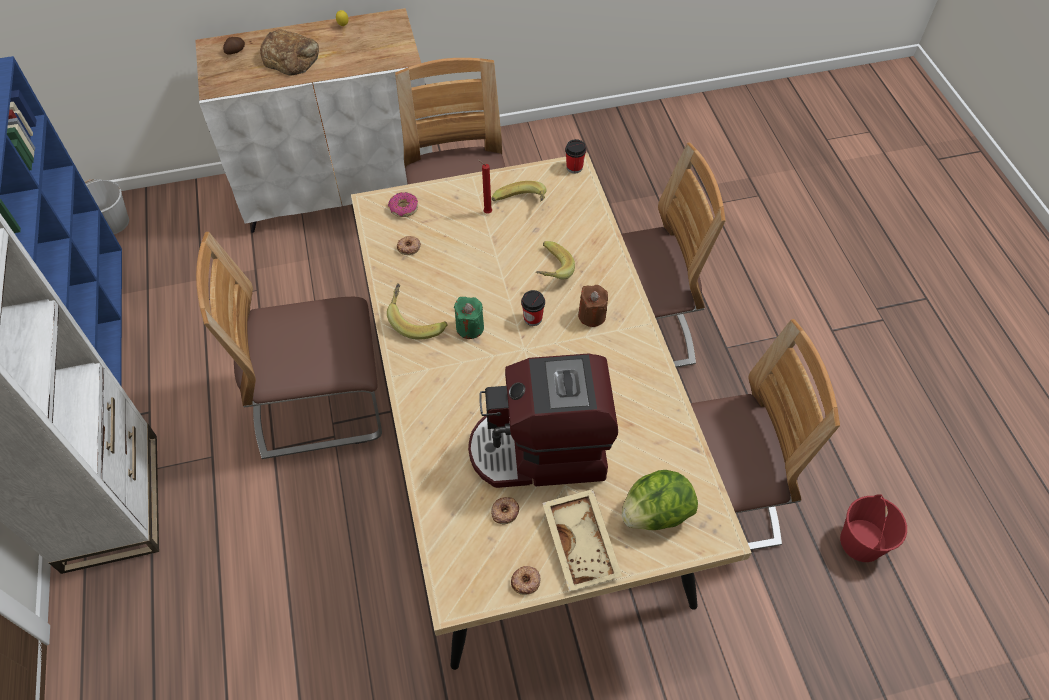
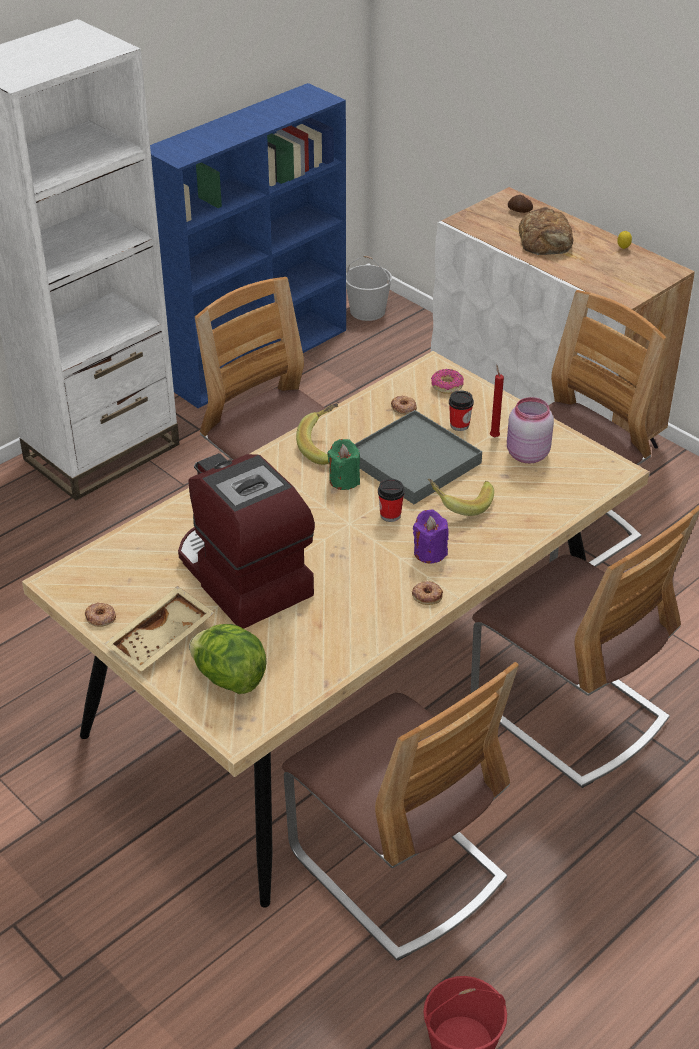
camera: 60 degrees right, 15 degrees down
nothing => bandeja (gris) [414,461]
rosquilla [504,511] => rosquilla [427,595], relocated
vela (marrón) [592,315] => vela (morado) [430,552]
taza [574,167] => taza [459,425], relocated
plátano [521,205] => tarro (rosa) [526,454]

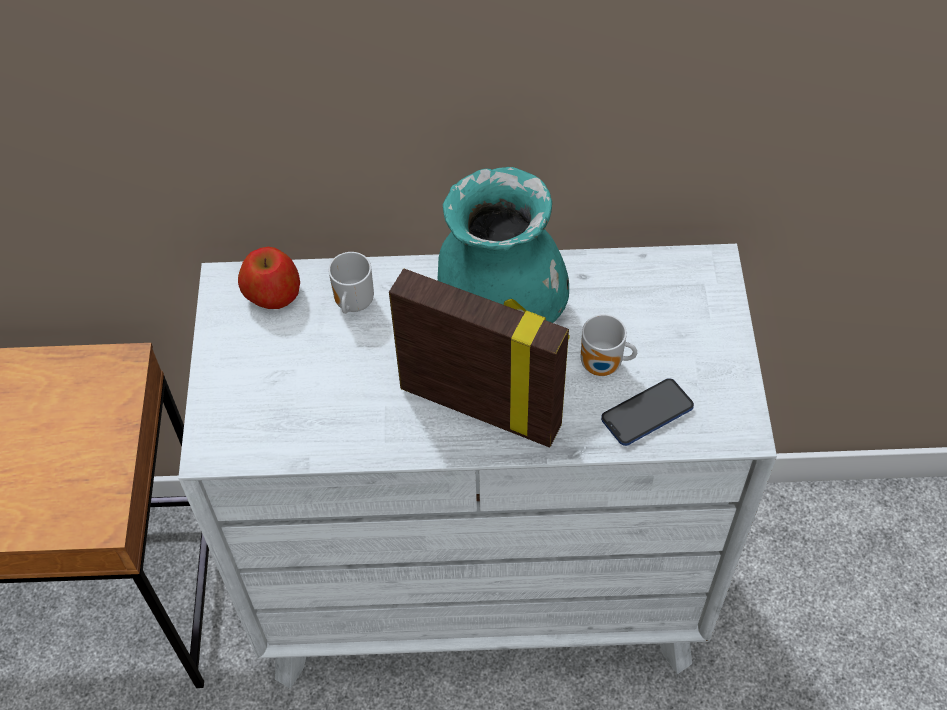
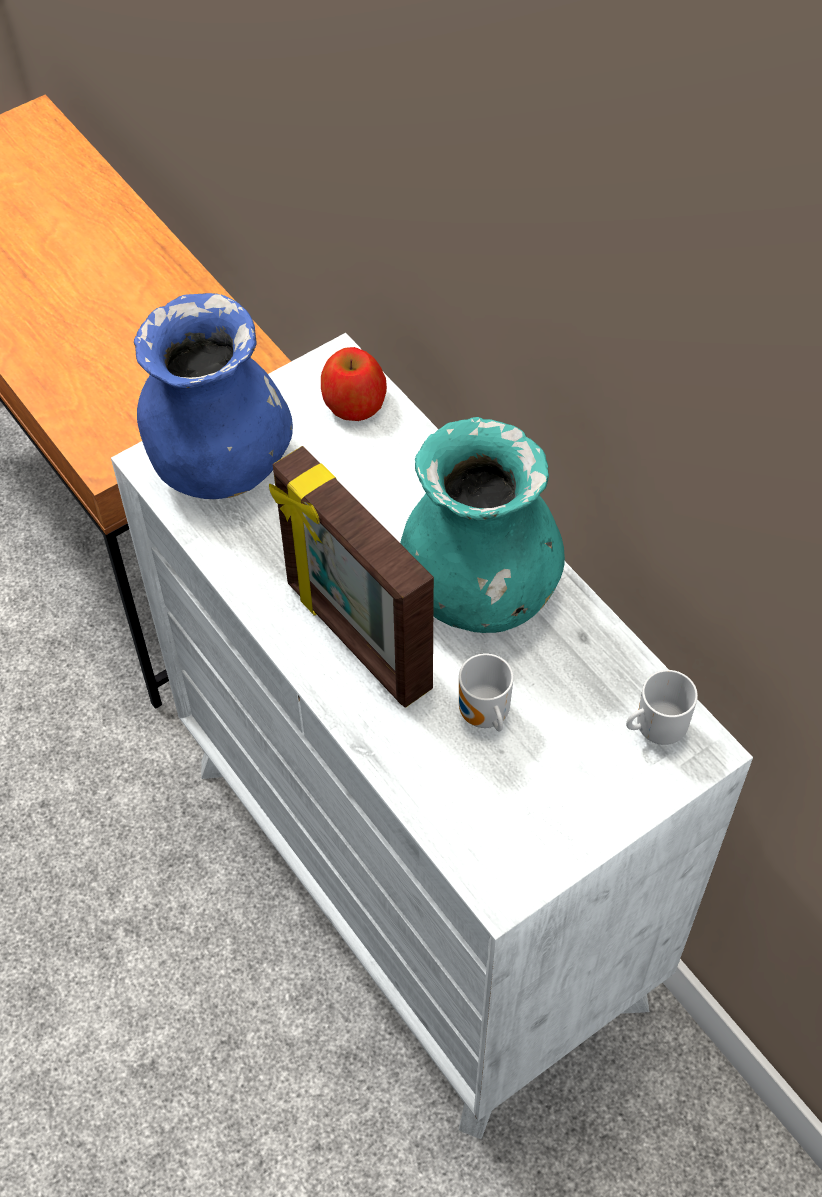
camera: 55 degrees right, 0 degrees up
nothing => florero (azul) [219,464]
portarretratos [481,405] => portarretratos [355,637], 150 degrees clockwise
taza grande [352,304] => taza grande [655,728], relocated
móvil [647,413] => nothing

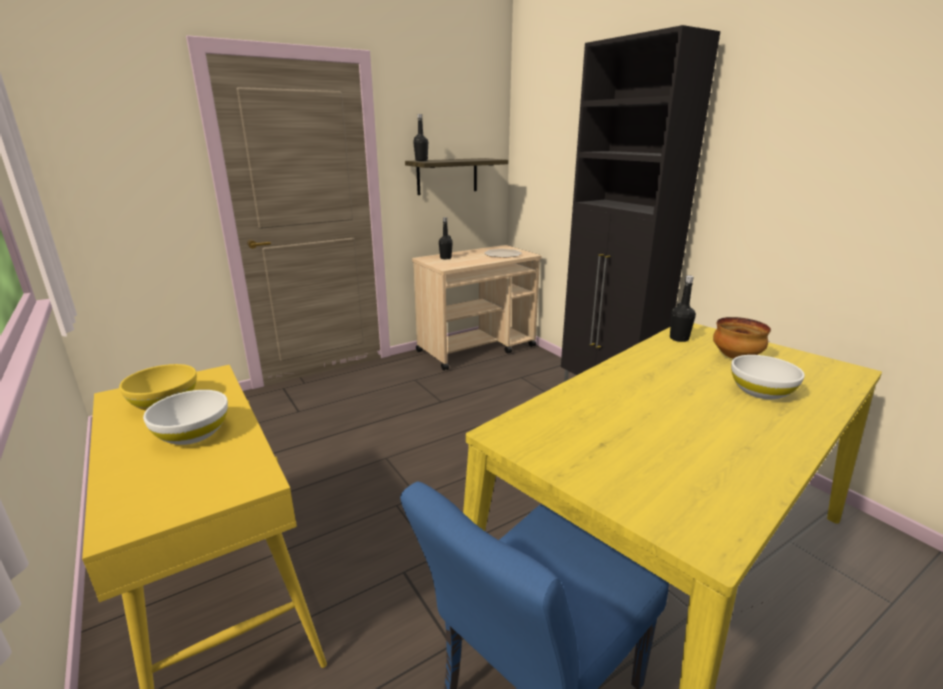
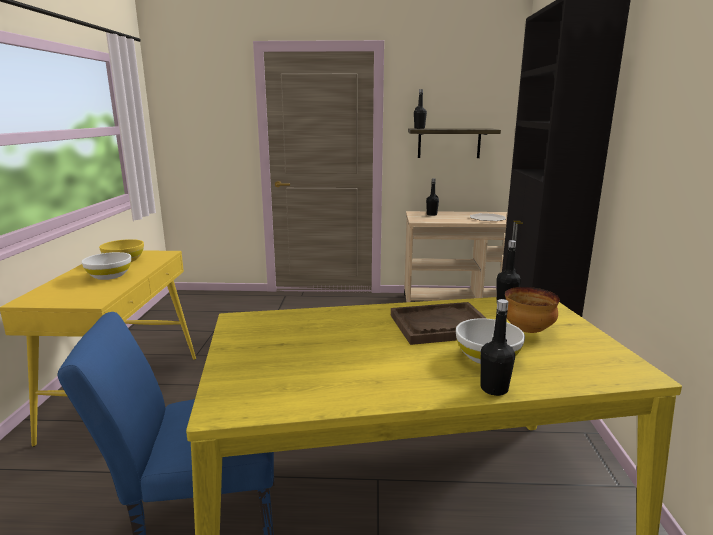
camera: 35 degrees right, 5 degrees down
nothing => bandeja (marrón) [441,325]
nothing => botella (negro) [494,389]

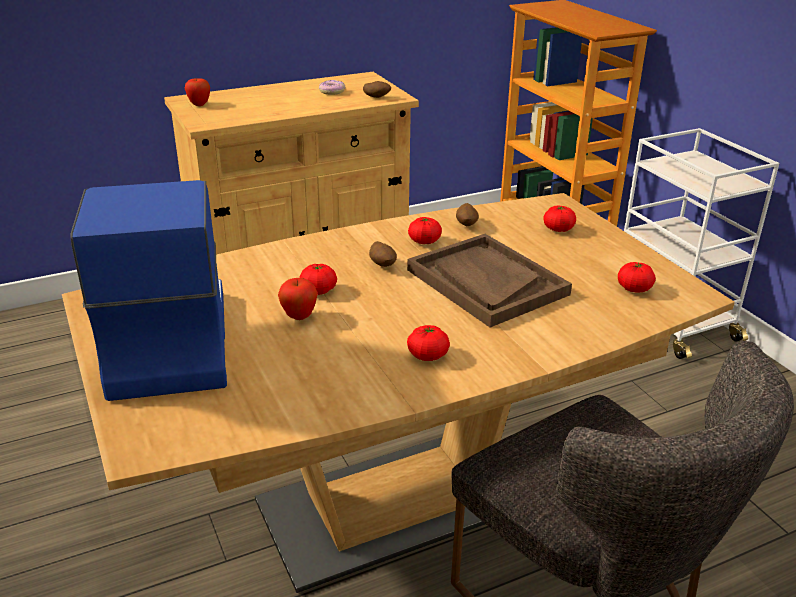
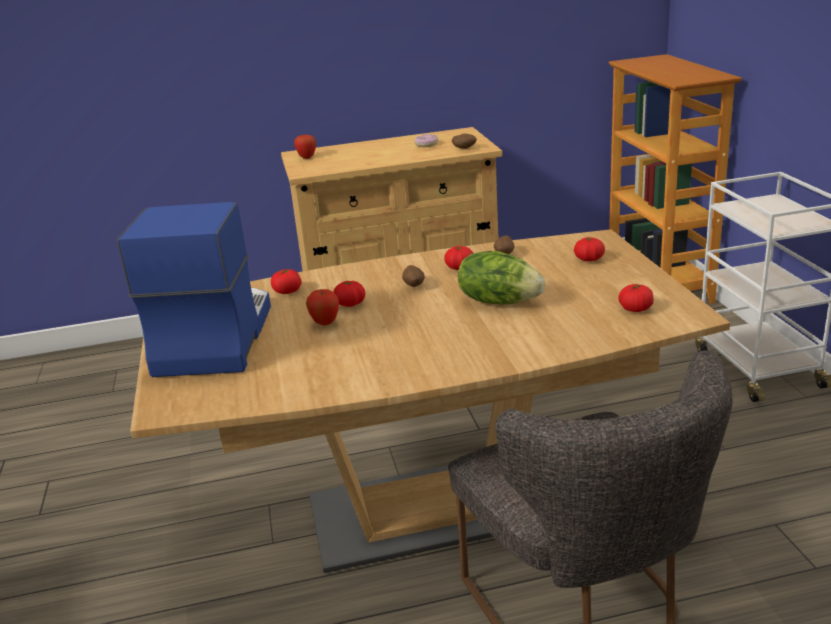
camera: 15 degrees right, 5 degrees down
tomate [427,355] => tomate [287,291], relocated
bandeja (marrón) [486,282] => lechuga [499,301]

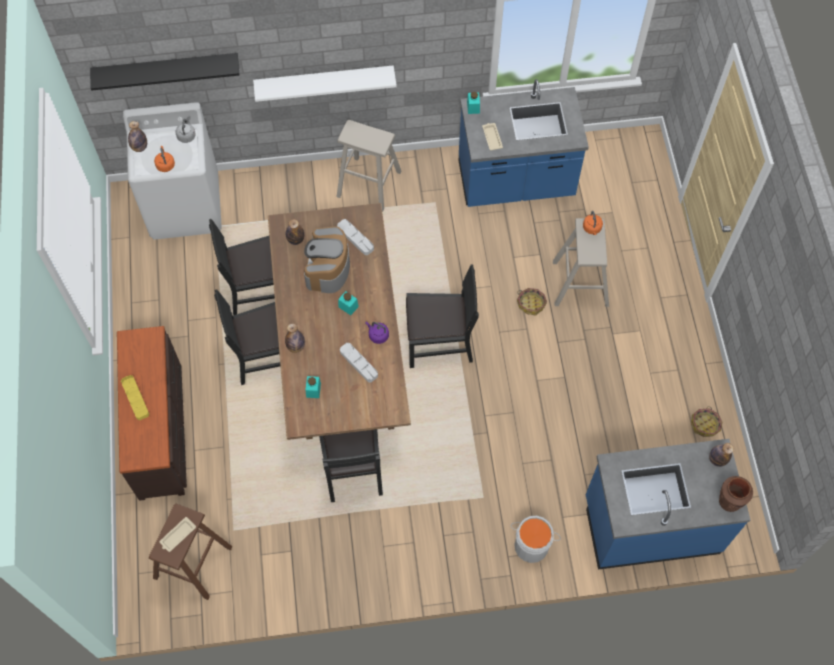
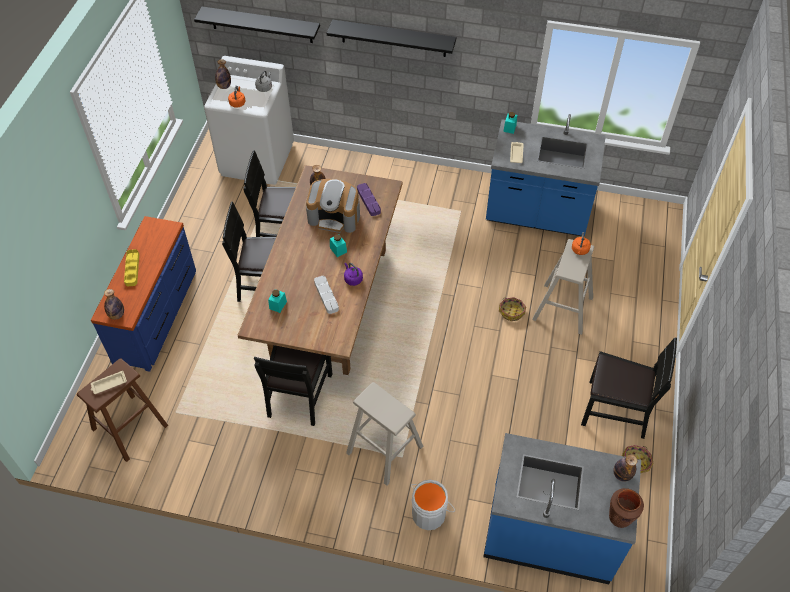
camera: 20 degrees right, 10 degrees down
cómoda (marrón) [161,429] => cómoda (azul) [157,315]
botella [296,347] => botella [117,315], relocated
cafetera [328,268] => cafetera [335,217], 105 degrees counterclockwise
nothing => estante (negro) [393,38]
taburete (beis) [368,184] => taburete (beis) [384,449], relocated
bandeja (gris) [355,238] => bandeja (morado) [368,201]
silla (negro) [439,341] => silla (negro) [615,410], relocated
estante (blanco) [324,81] => nothing

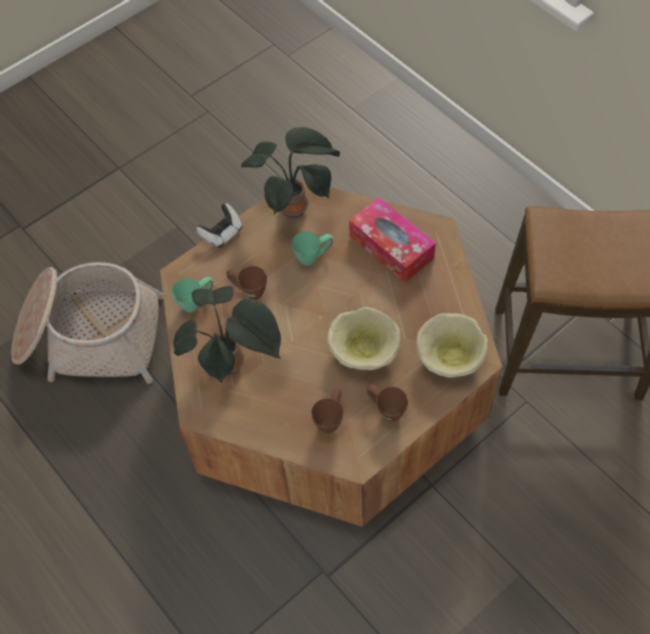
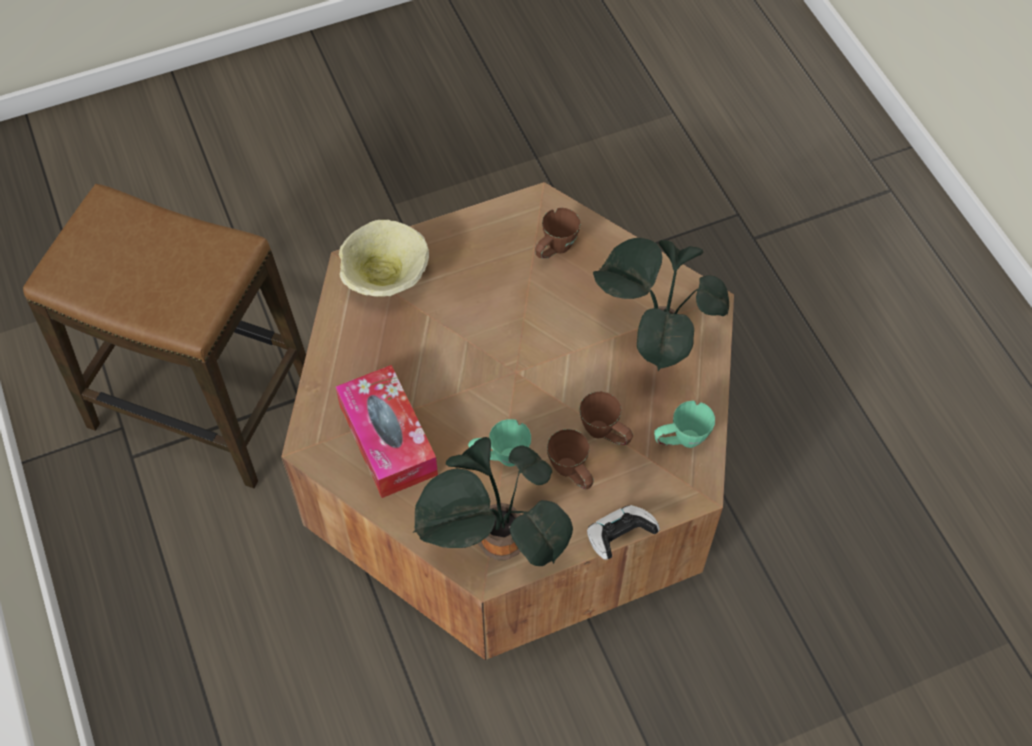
camera: 165 degrees left, 0 degrees up
taza grande (marrón) [385,410] => taza grande (marrón) [572,475], relocated
cesta [89,336] => nothing
cuenco (beis) [362,351] => nothing

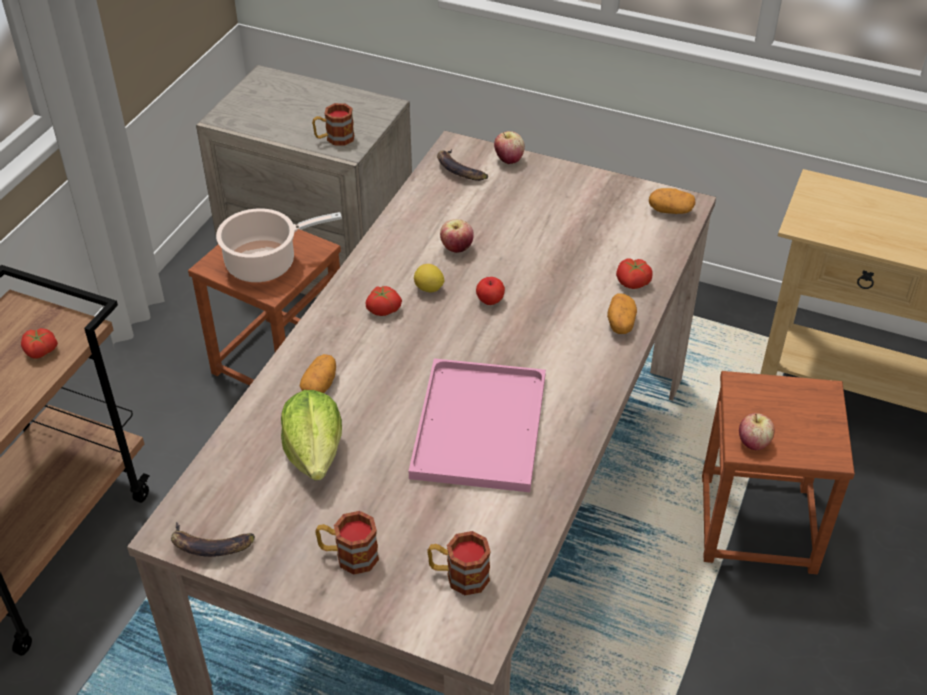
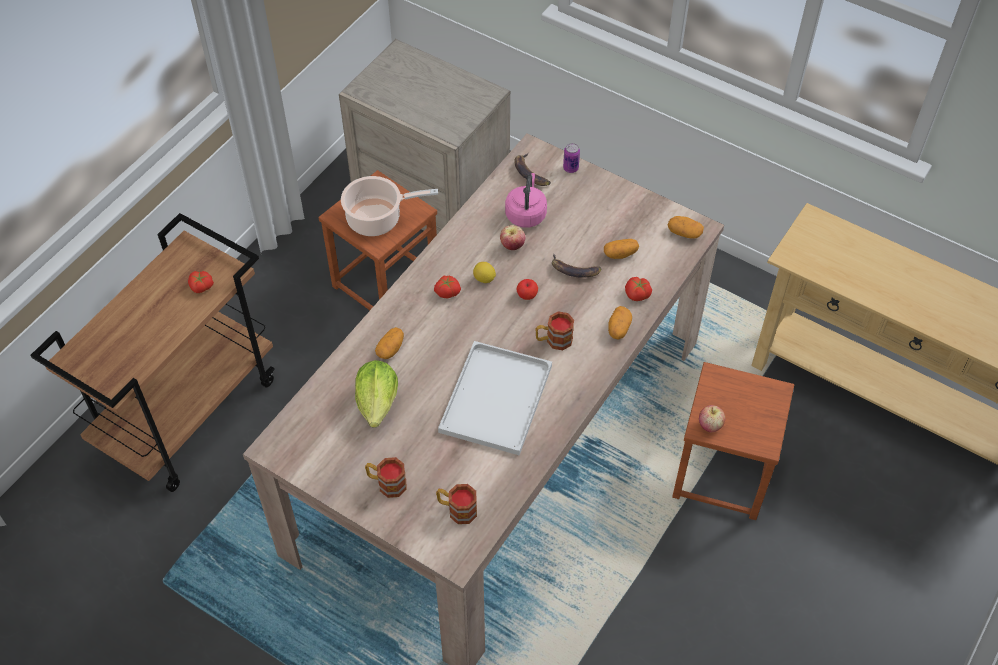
camera: 10 degrees right, 10 degrees up
bandeja (rosa) [481,429] => bandeja (blanco) [496,401]
nothing => hervidor (rosa) [526,214]
taza grande [334,139] => taza grande [554,340], relocated
plátano [210,545] => plátano [574,270], relocated
manzana [509,159] => lata [570,168]
nothing => patata [620,254]

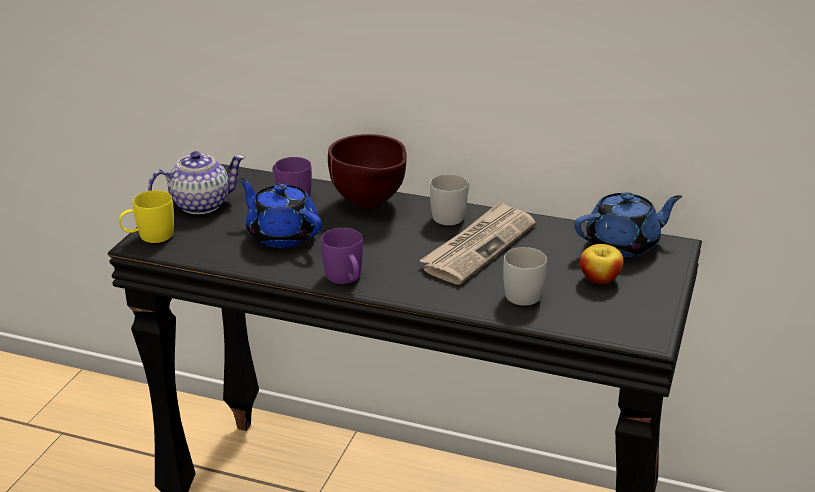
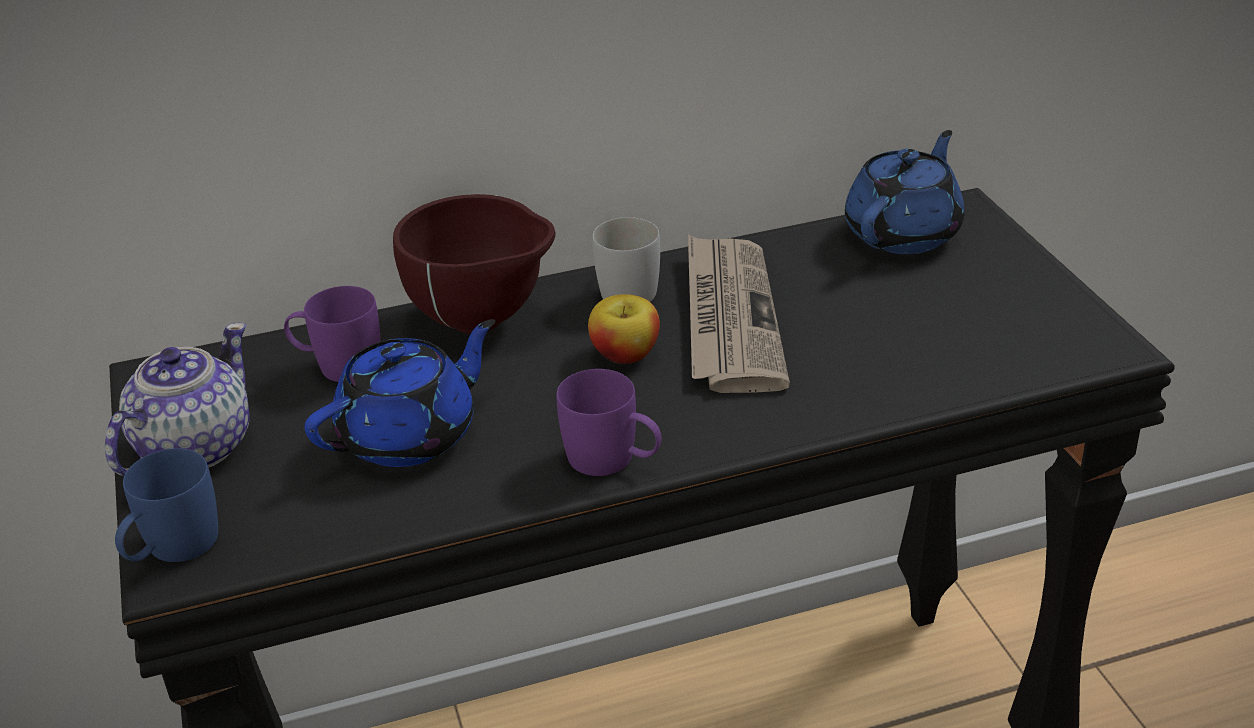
camera: 35 degrees left, 5 degrees up
taza grande (amarillo) [149,237] => taza grande (azul) [172,550]
tetera (azul) [282,235] => tetera (azul) [411,435], 135 degrees clockwise
manzana [599,279] => manzana [625,354], relocated
taza grande (blanco) [520,292] => nothing

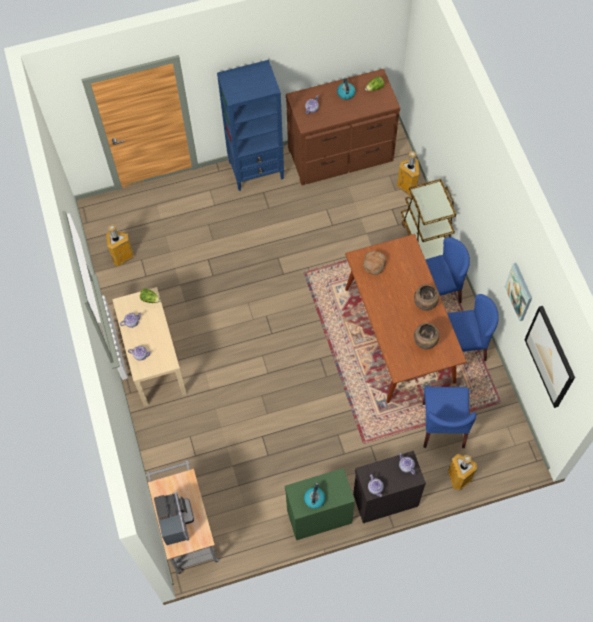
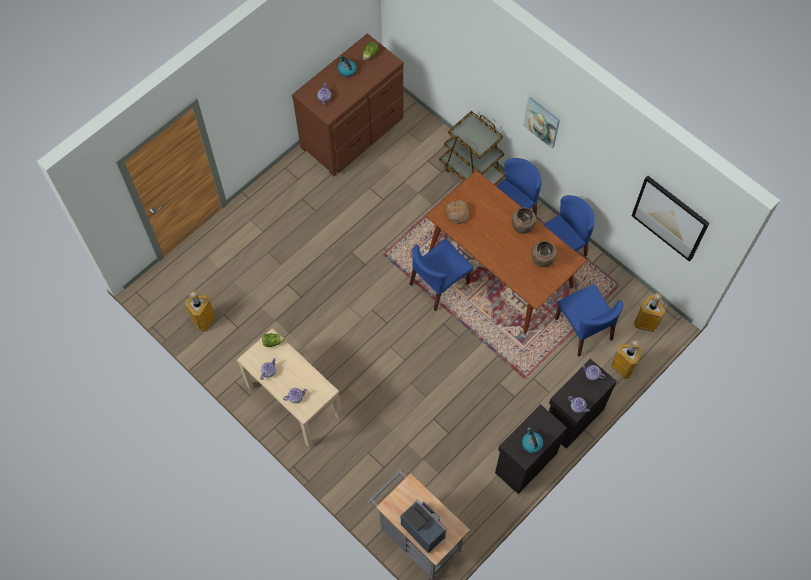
camera: 30 degrees left, 0 degrees up
nothing => silla (azul) [439,284]
armario (verde) [318,516] => armario (negro) [524,462]
cuadro [519,291] => cuadro [542,121], relocated
papelera [408,187] => papelera [645,323], relocated
estantería (azul) [256,170] => nothing

